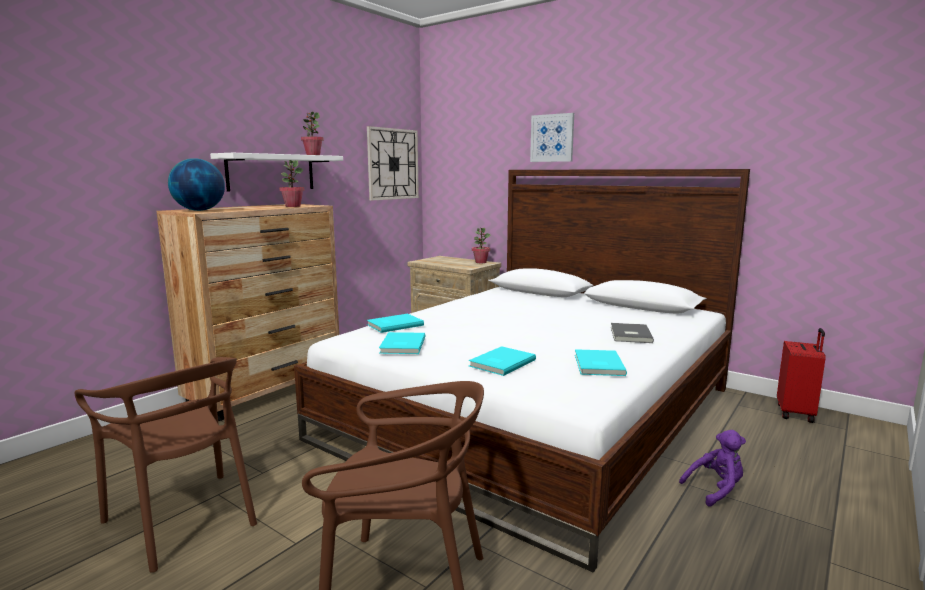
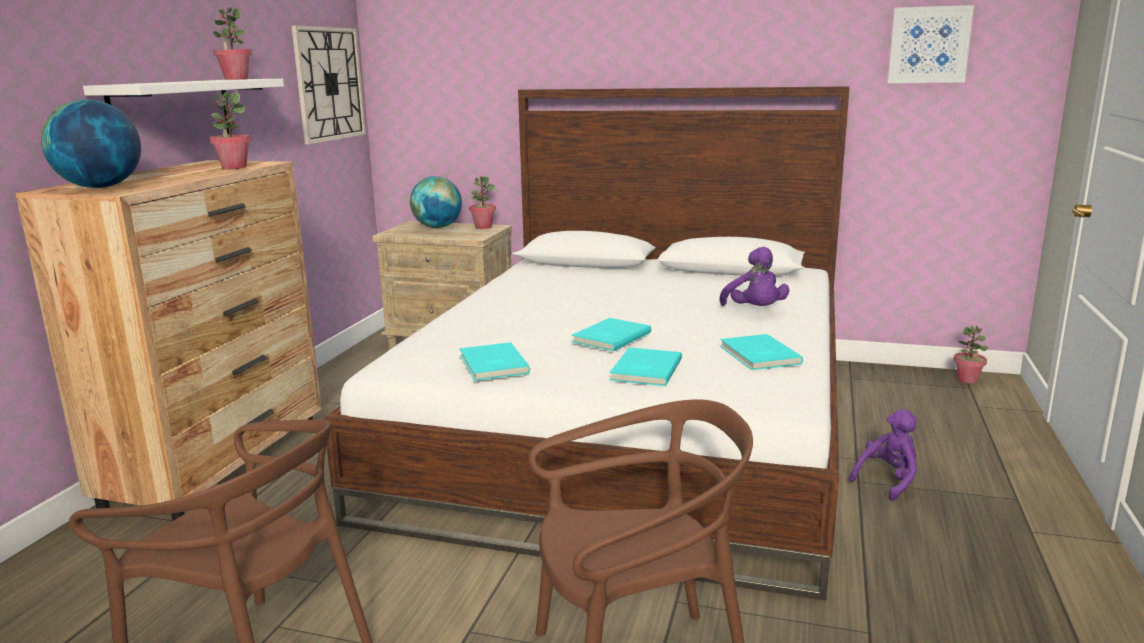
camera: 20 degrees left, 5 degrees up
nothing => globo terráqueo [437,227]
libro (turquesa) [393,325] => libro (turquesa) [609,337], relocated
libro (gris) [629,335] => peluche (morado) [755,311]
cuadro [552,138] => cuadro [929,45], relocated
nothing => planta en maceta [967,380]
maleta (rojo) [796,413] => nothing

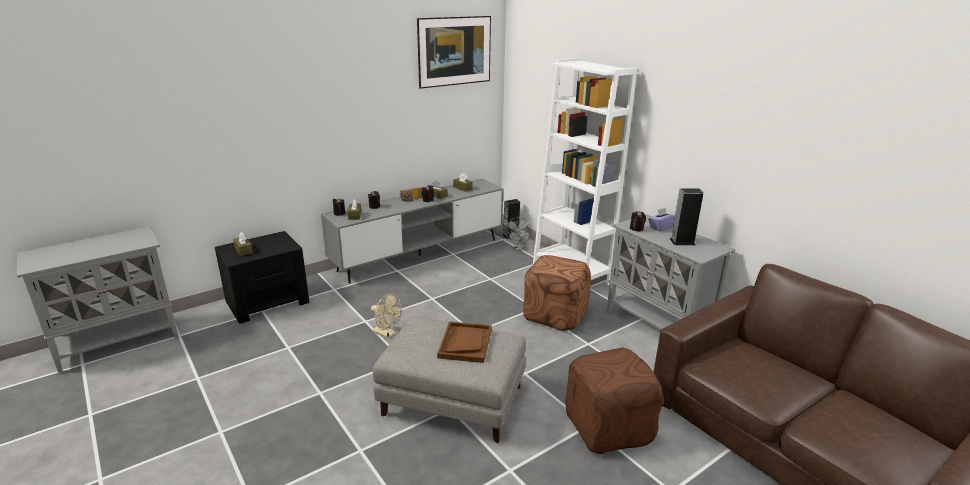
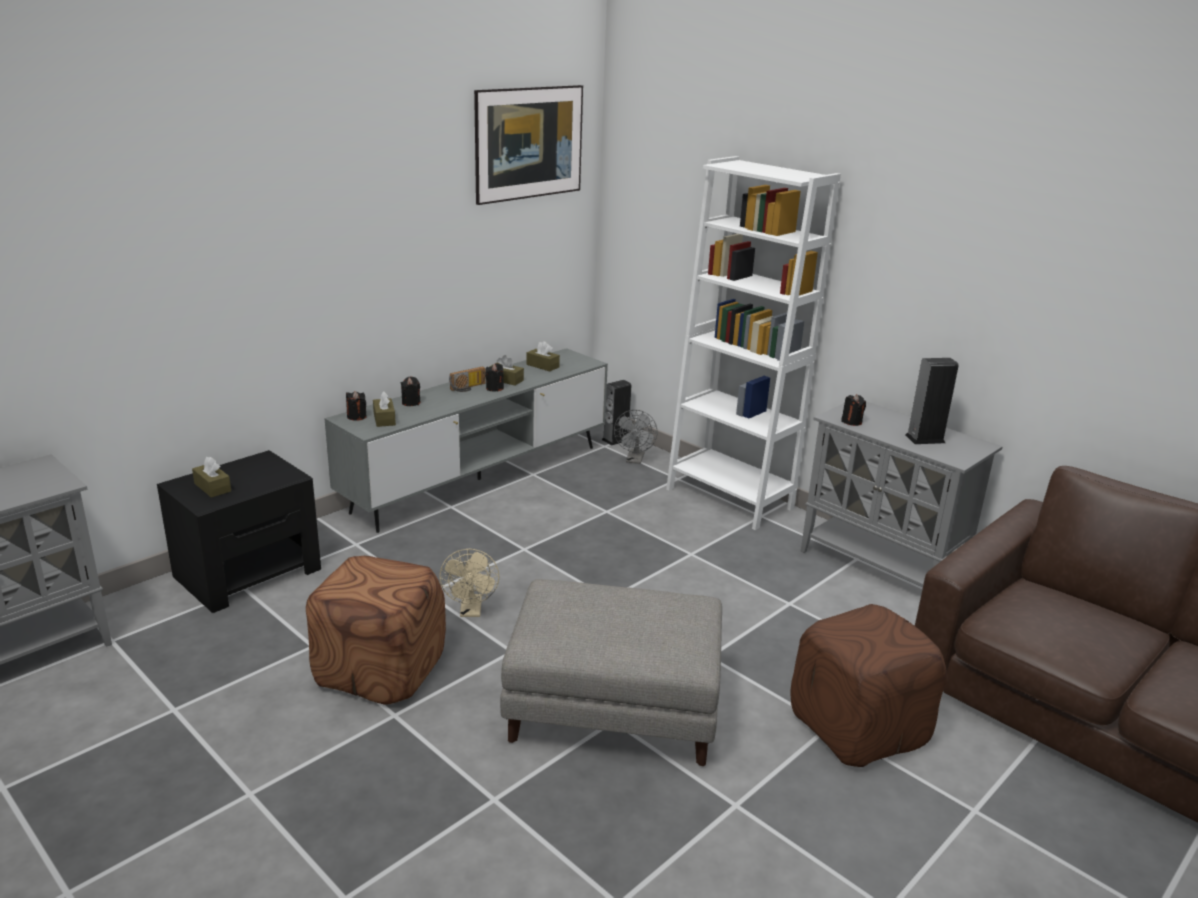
camera: 10 degrees left, 0 degrees up
puf (marrón) [555,315] => puf (marrón) [380,669], relocated
ventilador (beis) [387,334] => ventilador (beis) [471,611], 60 degrees clockwise
bandeja (marrón) [465,343] => nothing
caja de pañuelos (morado) [660,227] => nothing

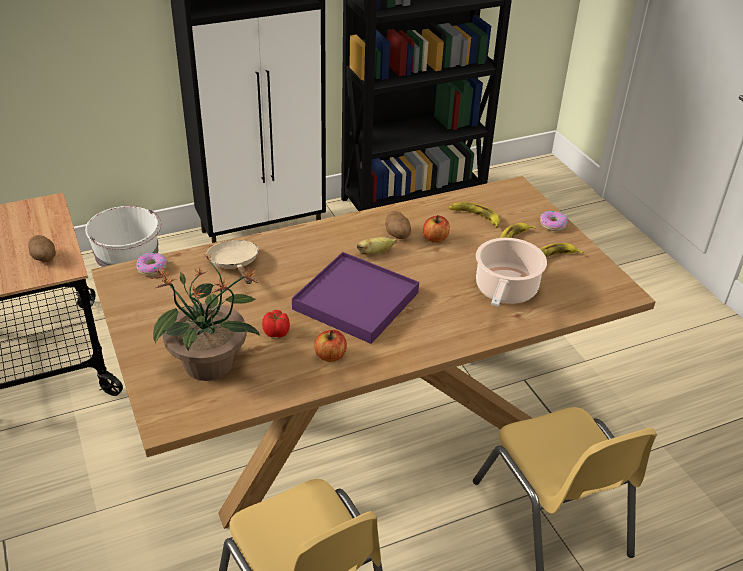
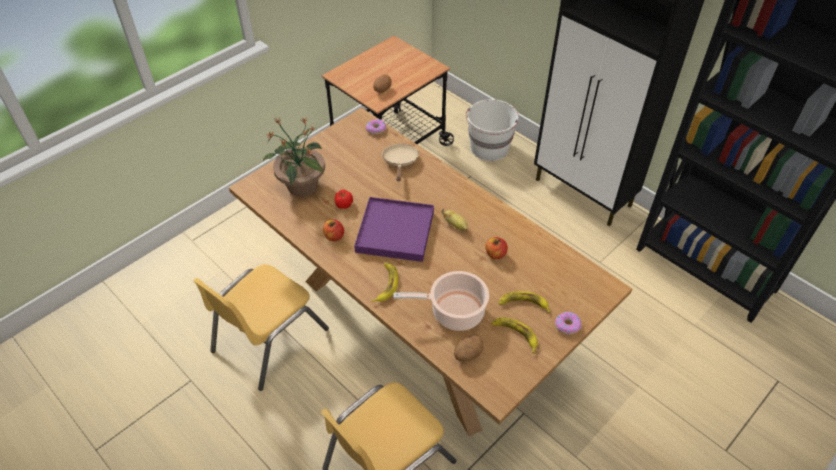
camera: 70 degrees right, 10 degrees up
plátano [475,217] => plátano [385,284], relocated
sartén (beis) [235,264] => sartén (beis) [400,162], 45 degrees counterclockwise
patata [397,235] => patata [467,354], relocated

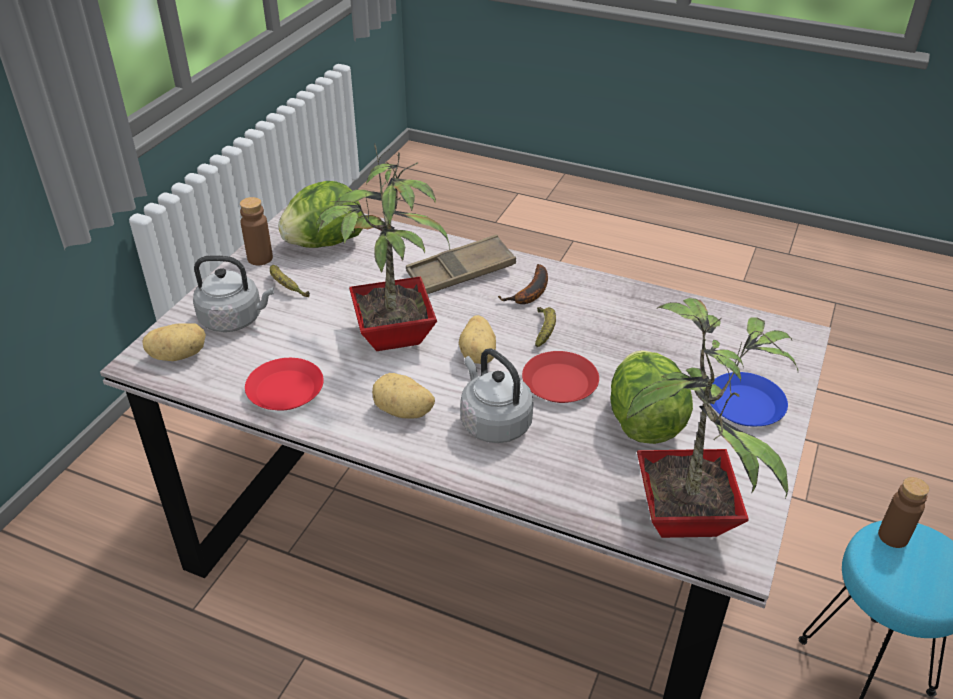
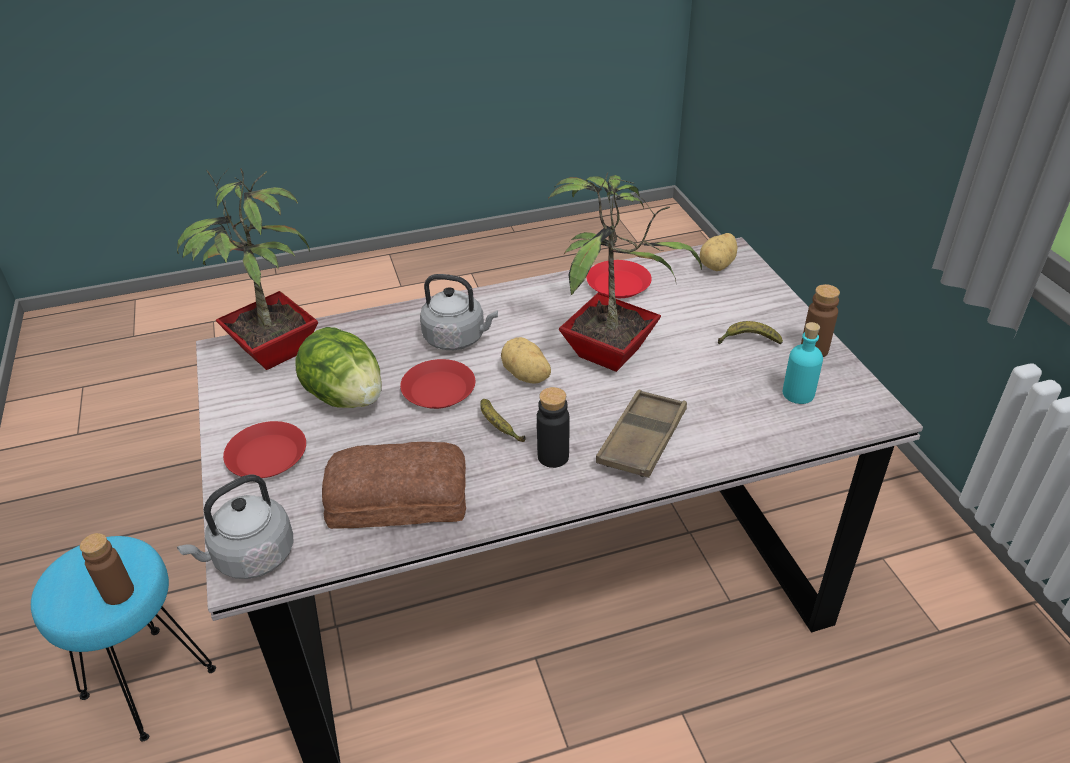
camera: 140 degrees right, 0 degrees up
hervidor (gris) [235,319] => hervidor (gris) [250,557], relocated
plato (azul) [744,405] => plato (rojo) [267,456]
nothing => pan [396,496]
plátano [530,293] => botella (negro) [553,456]
lechuga [324,243] => botella (turquesa) [798,393]
patata [403,412] => nothing

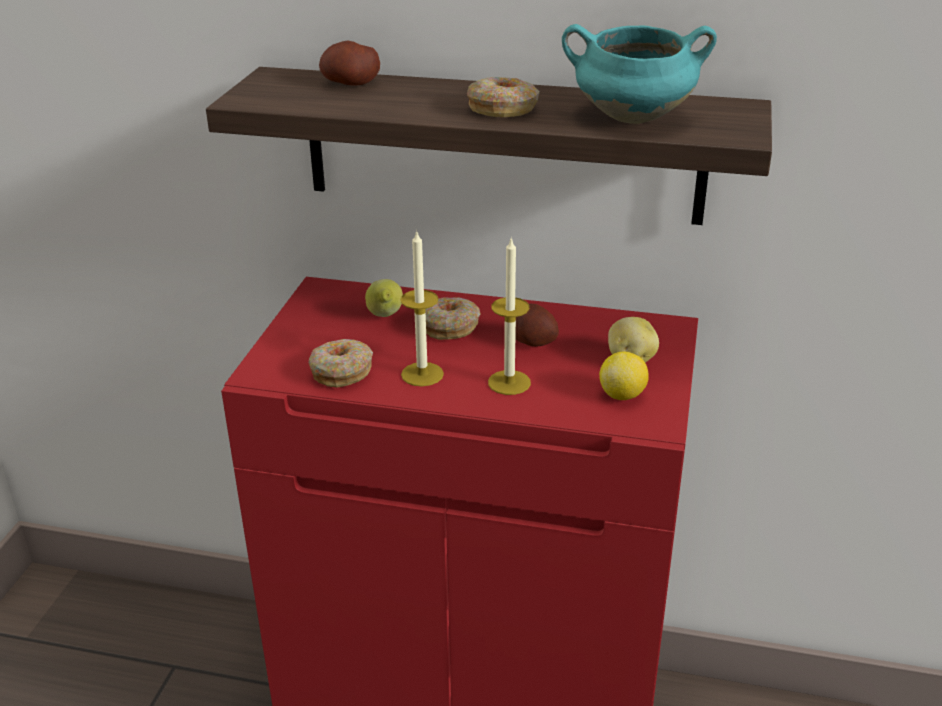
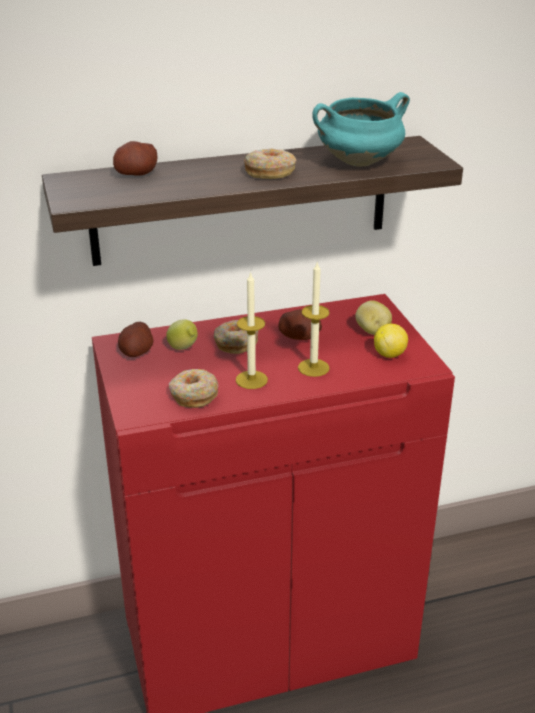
camera: 30 degrees left, 0 degrees up
nothing => patata [137,352]

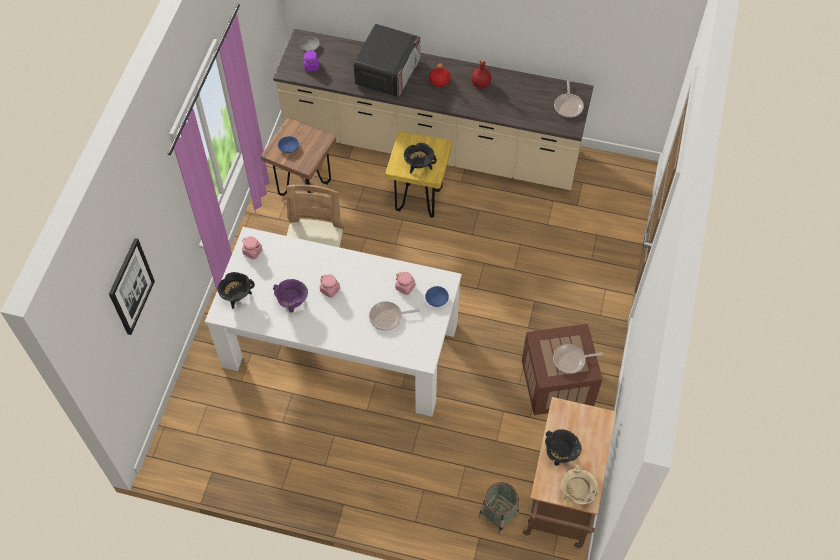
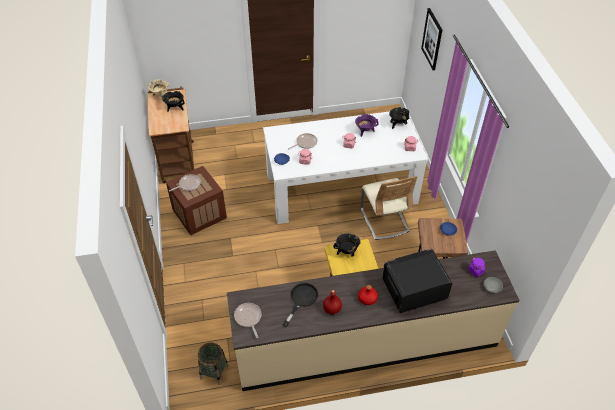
camera: 155 degrees right, 10 degrees down
cesta [498,515] => cesta [214,372], relocated
nothing => sartén (negro) [301,300]
microondas [388,72] => microondas [413,289], 75 degrees clockwise

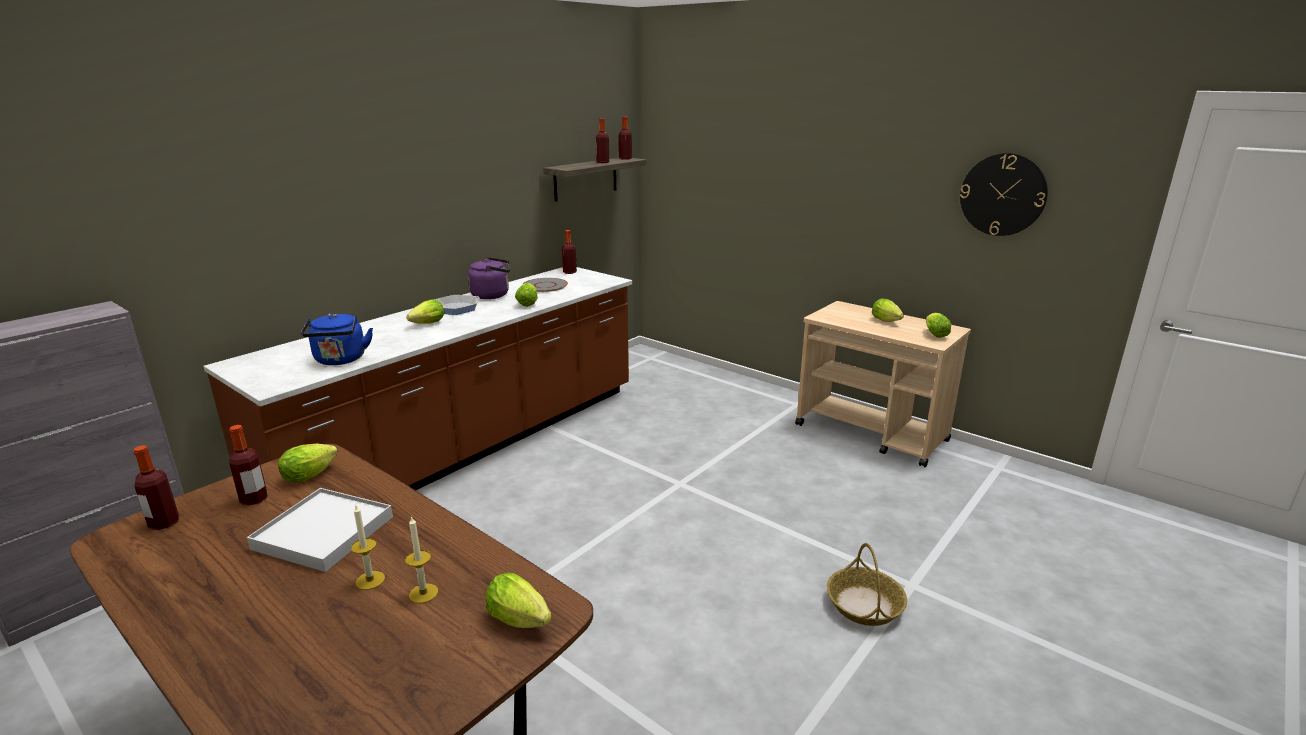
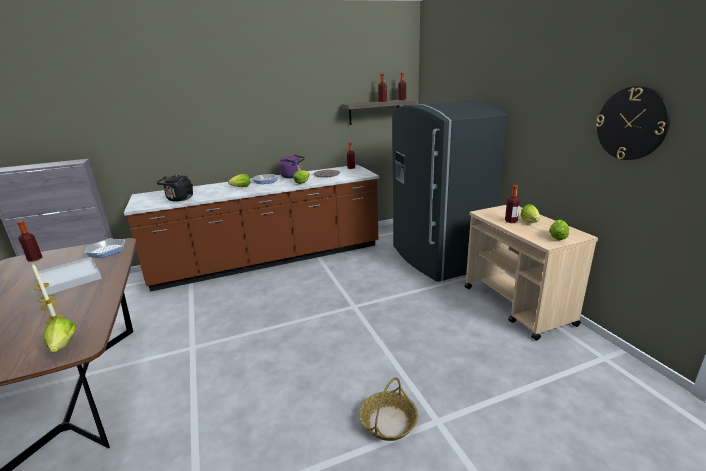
camera: 30 degrees right, 0 degrees up
lechuga [312,475] => sartén [106,251]
hervidor (azul) [340,360] => hervidor (negro) [179,199]
nothing => nevera (gris) [437,258]
botella [254,499] => botella [511,221], relocated

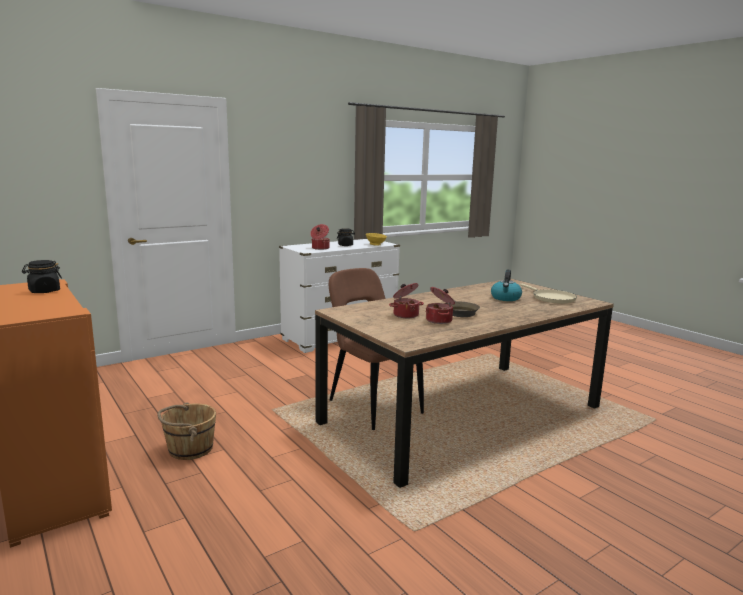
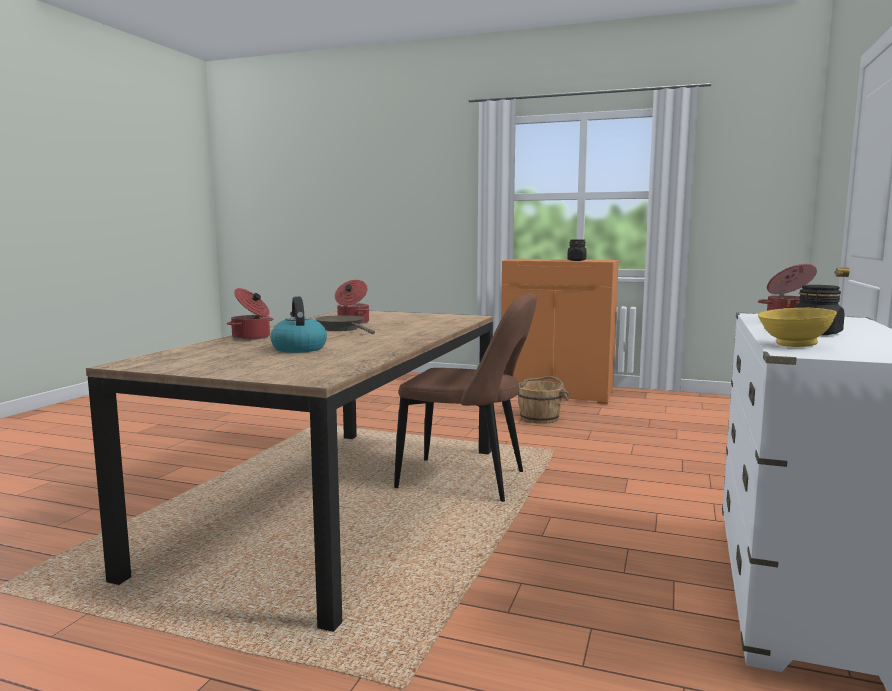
camera: 145 degrees right, 5 degrees down
olla [405,315] => olla [252,337], relocated
sartén (beis) [551,298] => nothing

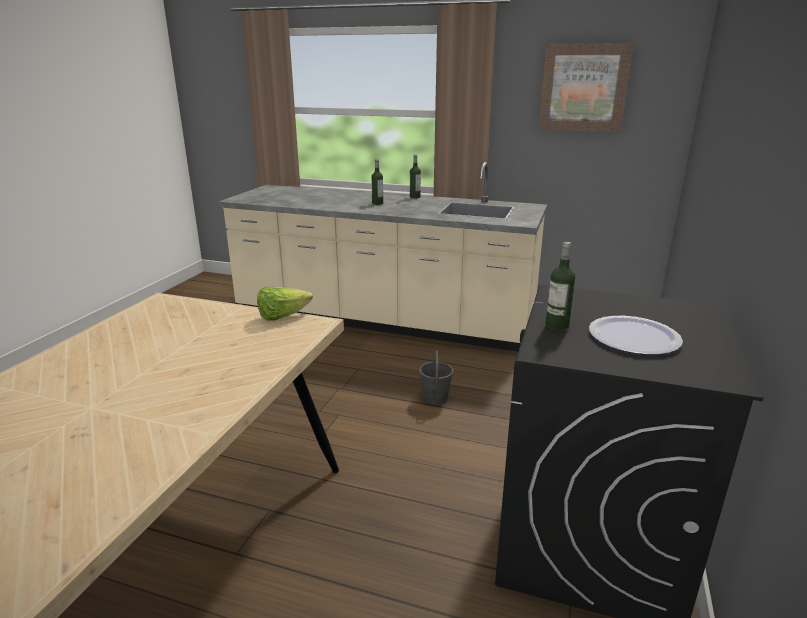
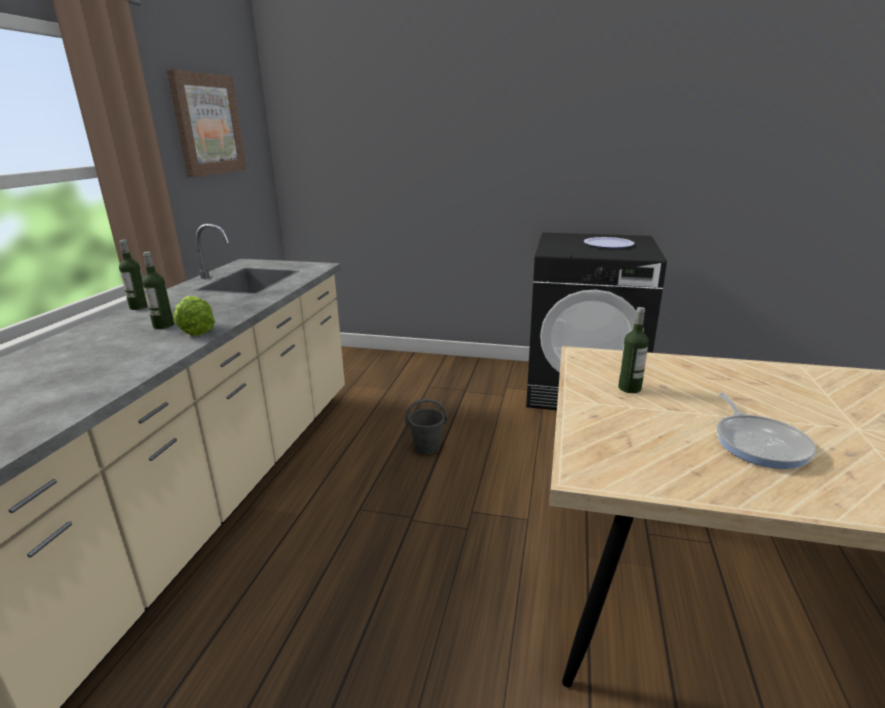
camera: 95 degrees left, 0 degrees up
lechuga [282,316] => lechuga [195,330], relocated
botella [557,326] => botella [629,388], relocated
nothing => sartén [759,443]

